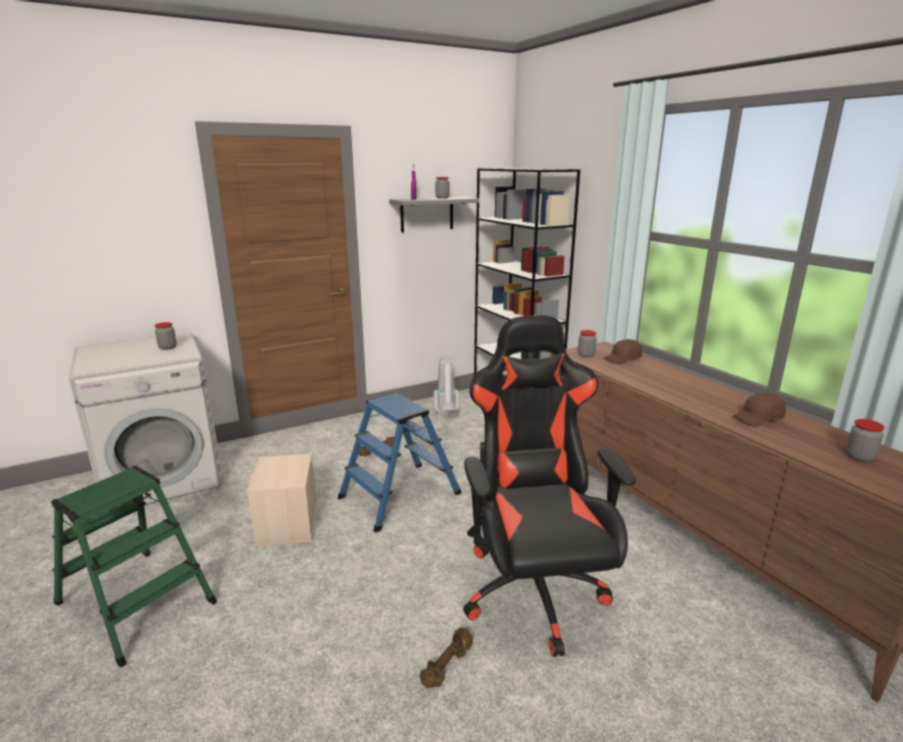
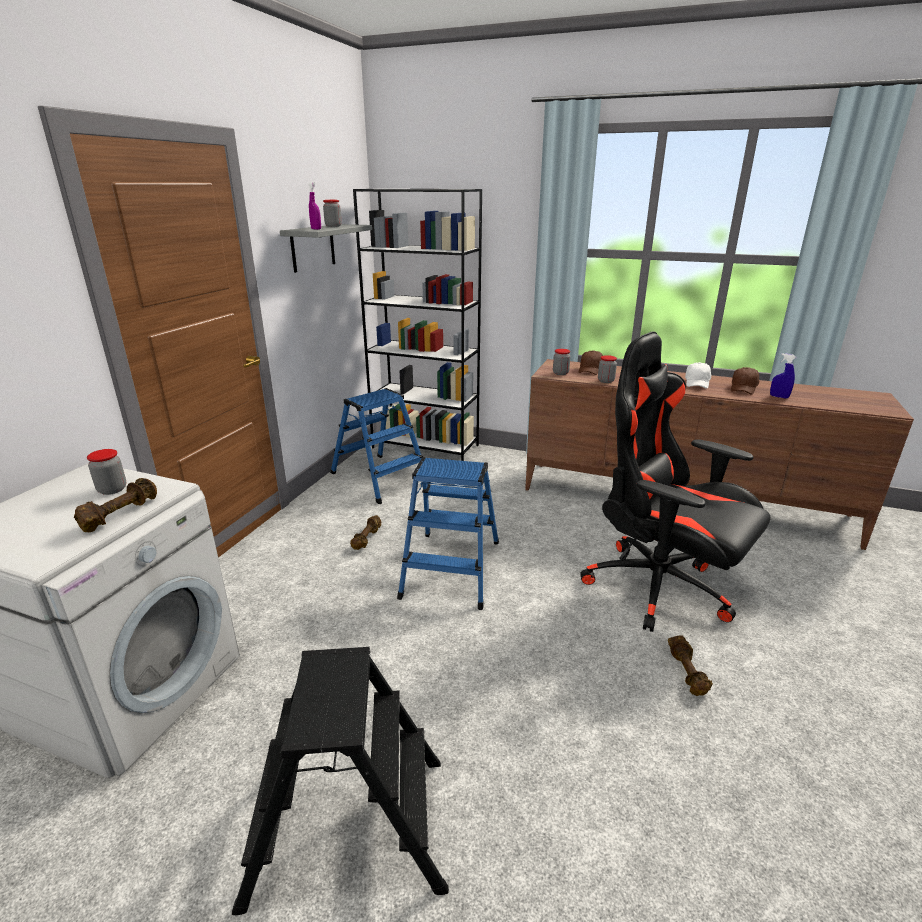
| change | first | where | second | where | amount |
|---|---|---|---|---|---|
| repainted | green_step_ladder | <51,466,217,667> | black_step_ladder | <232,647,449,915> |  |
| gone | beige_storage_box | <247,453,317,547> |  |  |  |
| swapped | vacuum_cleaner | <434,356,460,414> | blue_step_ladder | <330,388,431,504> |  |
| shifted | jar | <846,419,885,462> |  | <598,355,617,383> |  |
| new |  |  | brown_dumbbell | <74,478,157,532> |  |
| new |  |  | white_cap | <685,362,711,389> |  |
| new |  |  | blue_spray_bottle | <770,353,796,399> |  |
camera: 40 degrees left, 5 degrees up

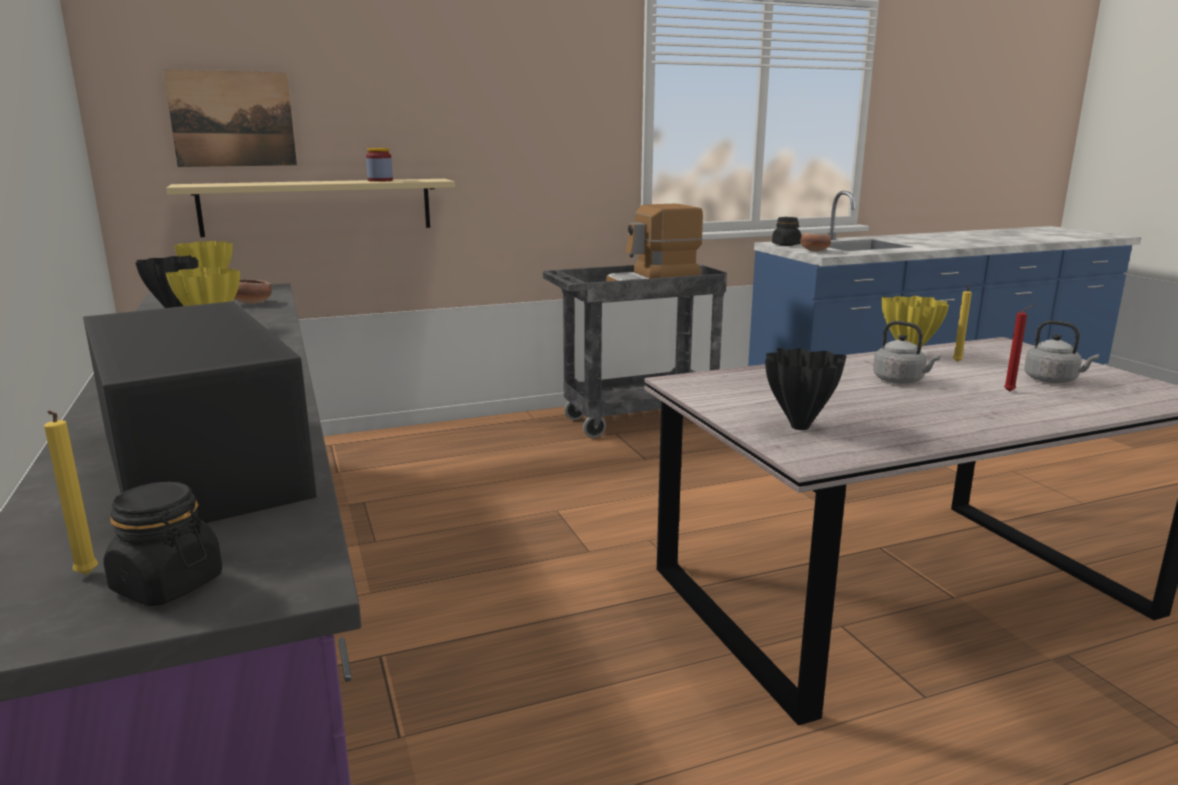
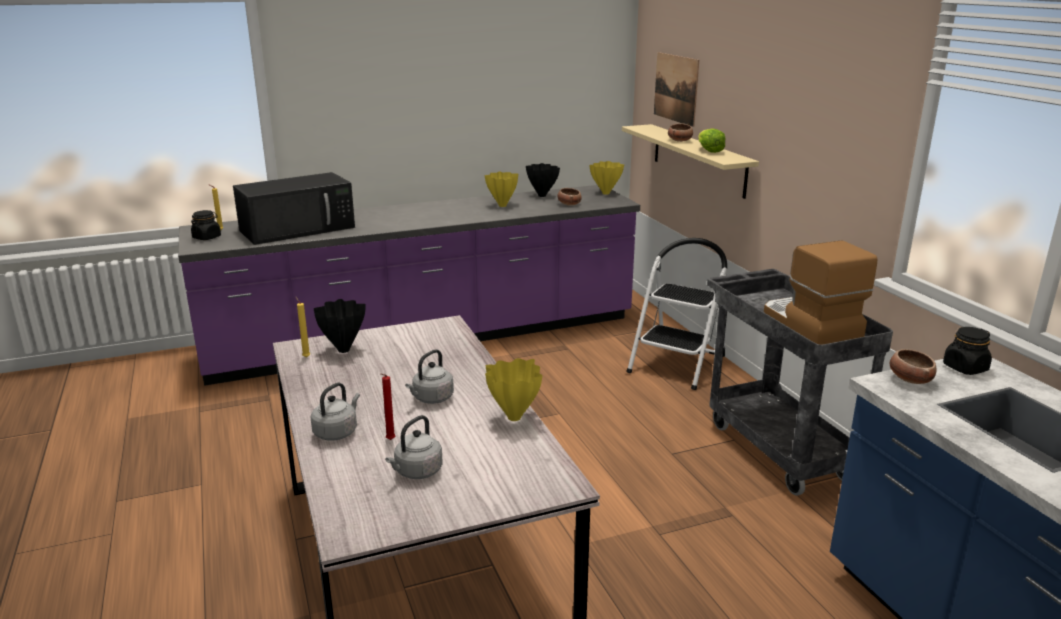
| change | first | where | second | where | amount |
|---|---|---|---|---|---|
| swapped | jar | <366,148,393,182> | lettuce | <698,128,725,153> |  |
| shifted | yellow_candle | <953,285,972,362> |  | <295,296,310,358> |  |
| new |  |  | grey_kettle | <311,382,360,441> |  |
| new |  |  | step_ladder | <626,238,727,390> |  |
| new |  |  | bowl | <668,123,693,142> |  |
camera: 90 degrees right, 5 degrees up

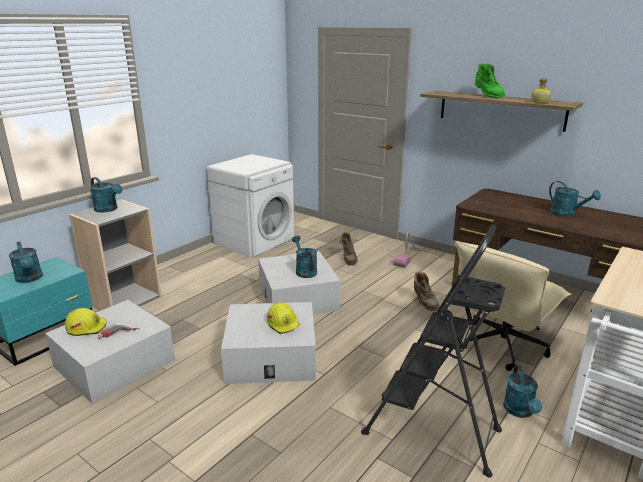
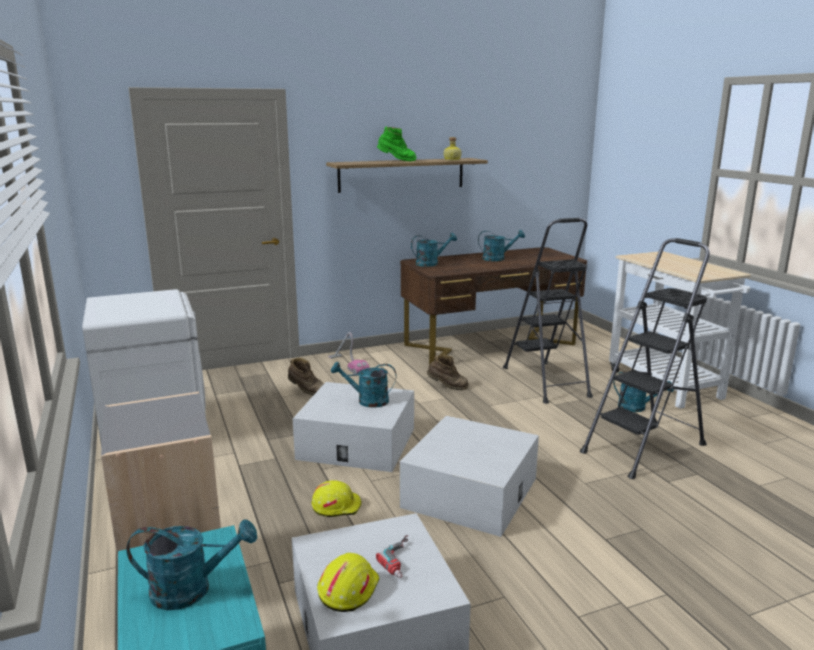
| change | first | where | second | where | amount |
|---|---|---|---|---|---|
| shifted | turquoise_watering_can | <90,177,123,212> |  | <411,233,457,267> |  |
| shifted | yellow_hard_hat | <267,302,300,334> |  | <312,480,362,517> |  |
| swapped | beige_office_chair | <454,241,572,371> | step_ladder | <503,218,593,404> |  |
camera: 60 degrees left, 5 degrees down

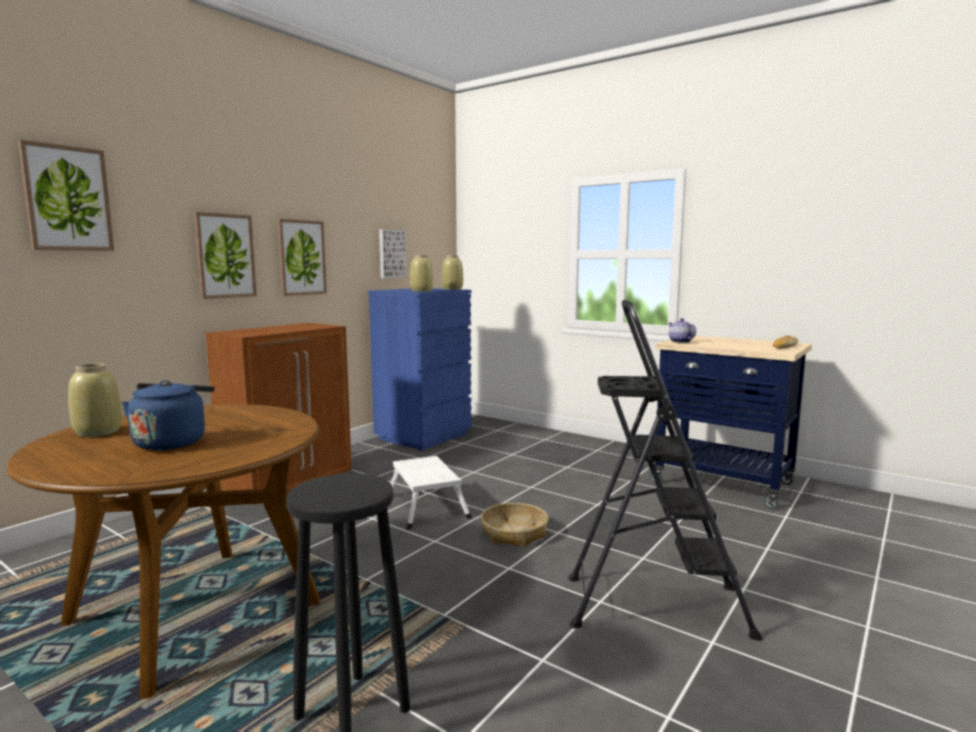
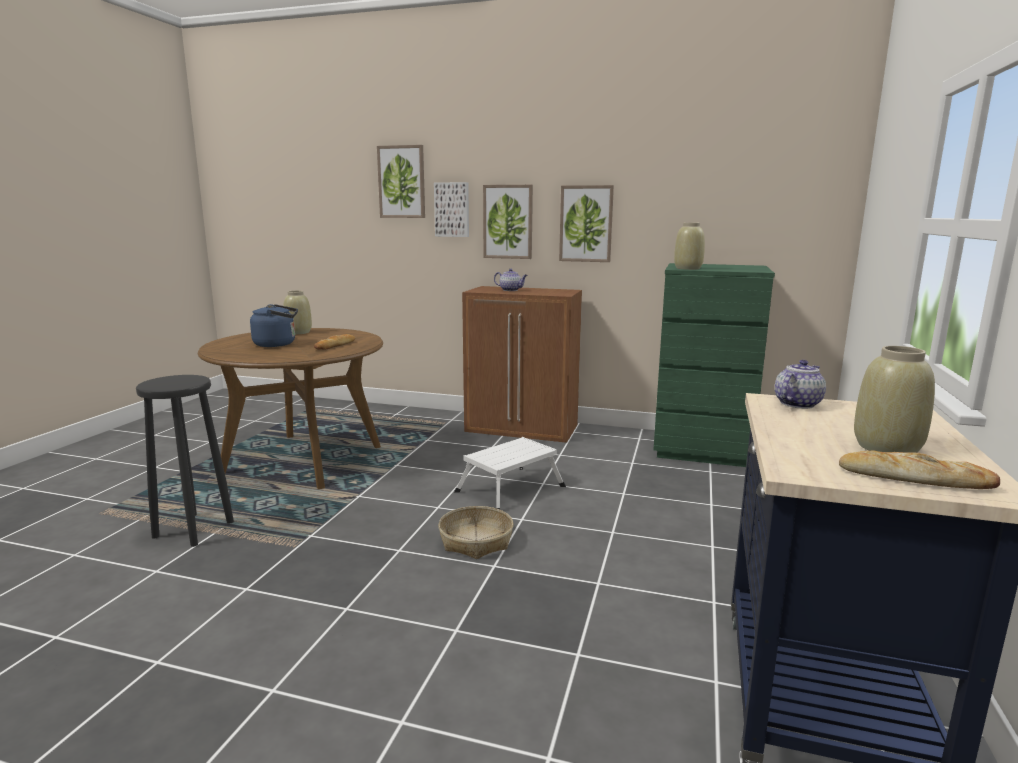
| change | first | where | second | where | amount |
|---|---|---|---|---|---|
| repainted | blue_dresser | <368,288,472,450> | green_dresser | <653,263,775,467> |  |
| shifted | picture | <379,229,406,278> |  | <434,182,469,237> |  |
| shifted | beige_vase | <442,255,463,290> |  | <854,346,935,453> |  |
| gone | step_ladder | <568,299,763,641> |  |  |  |
| new |  |  | bread | <314,334,355,350> |  |
| new |  |  | teapot | <494,269,528,291> |  |
camera: 70 degrees right, 5 degrees up

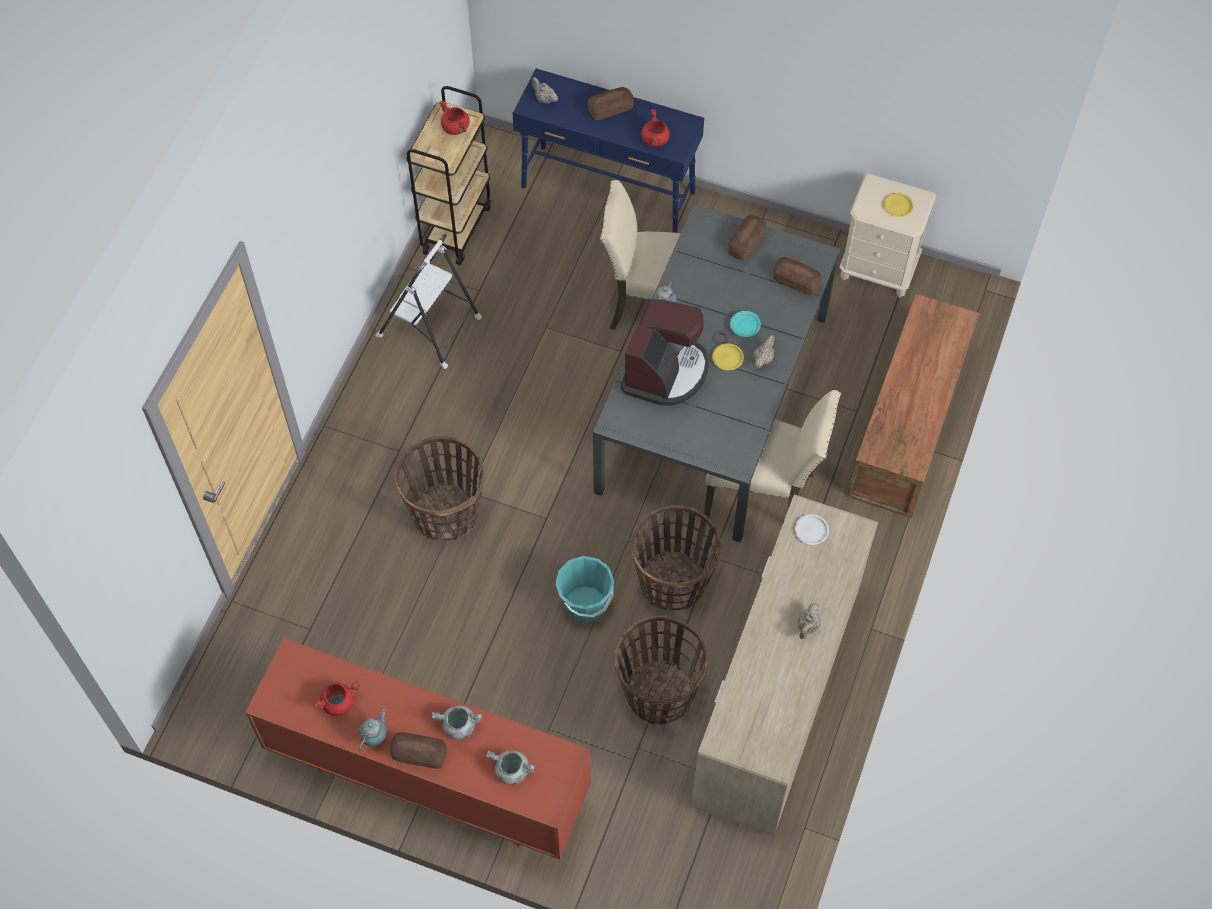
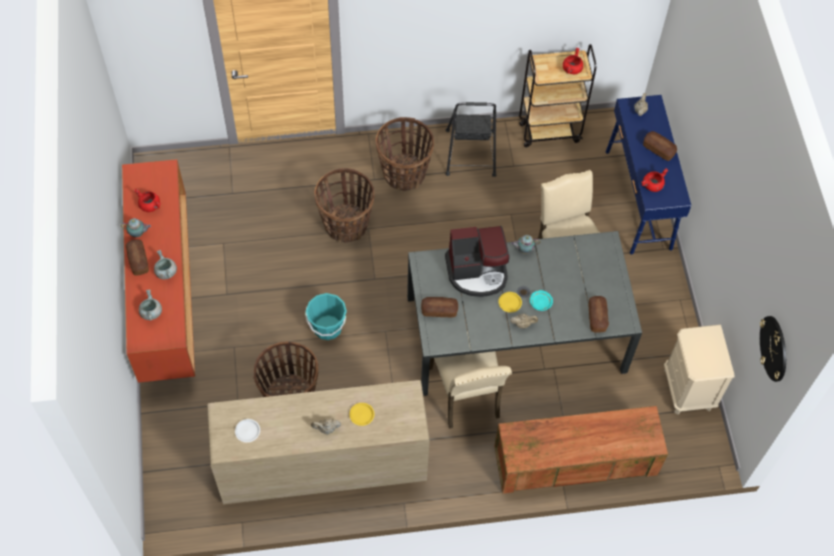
| change | first | where | second | where | amount |
|---|---|---|---|---|---|
| repainted | white_step_ladder | <376,234,482,369> | black_step_ladder | <445,102,497,177> |  |
| shifted | basket | <631,505,722,611> |  | <376,117,434,191> |  |
| shifted | bread | <728,215,766,261> |  | <421,297,458,318> |  |
| shifted | white_plate | <795,514,829,545> |  | <235,419,260,442> |  |
| shifted | yellow_plate | <883,193,914,217> |  | <349,403,374,426> |  |
| new |  |  | wall_clock | <760,316,786,382> |  |
camera: 60 degrees right, 0 degrees up

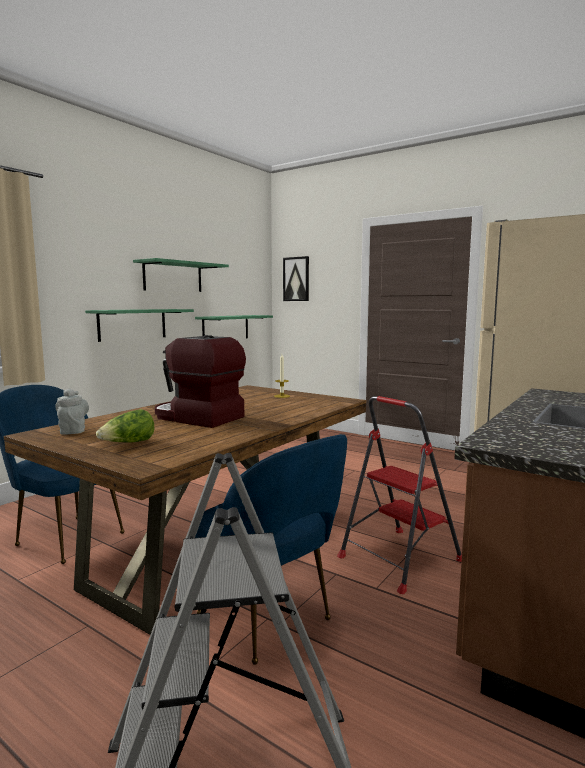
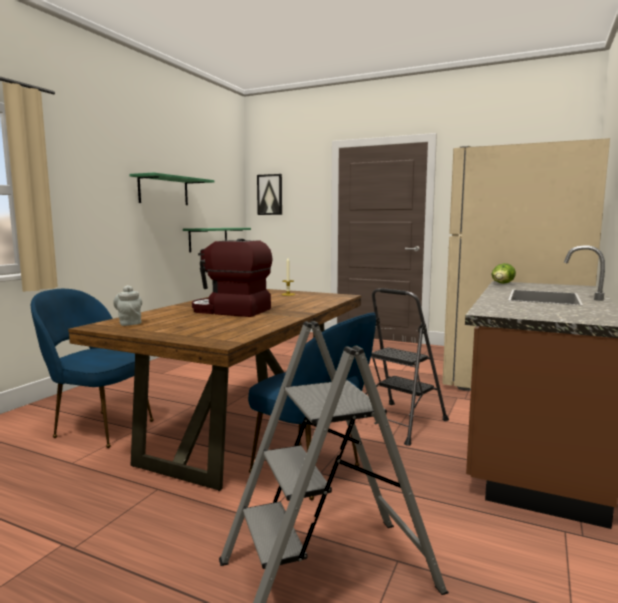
| change | first | where | second | where | amount |
|---|---|---|---|---|---|
| gone | green_shelf | <85,309,194,342> |  |  |  |
| shifted | lettuce | <96,409,154,443> |  | <491,263,516,284> |  |
| repainted | red_step_ladder | <337,396,462,594> | black_step_ladder | <365,288,449,446> |  |
camera: 10 degrees left, 0 degrees up

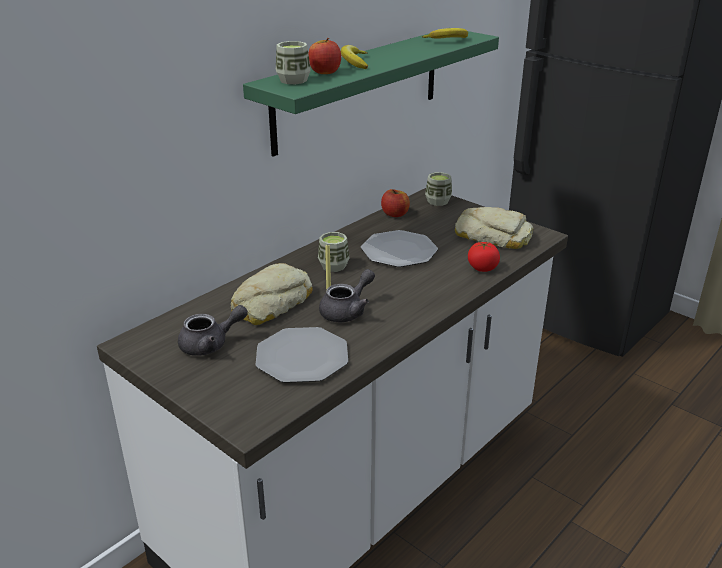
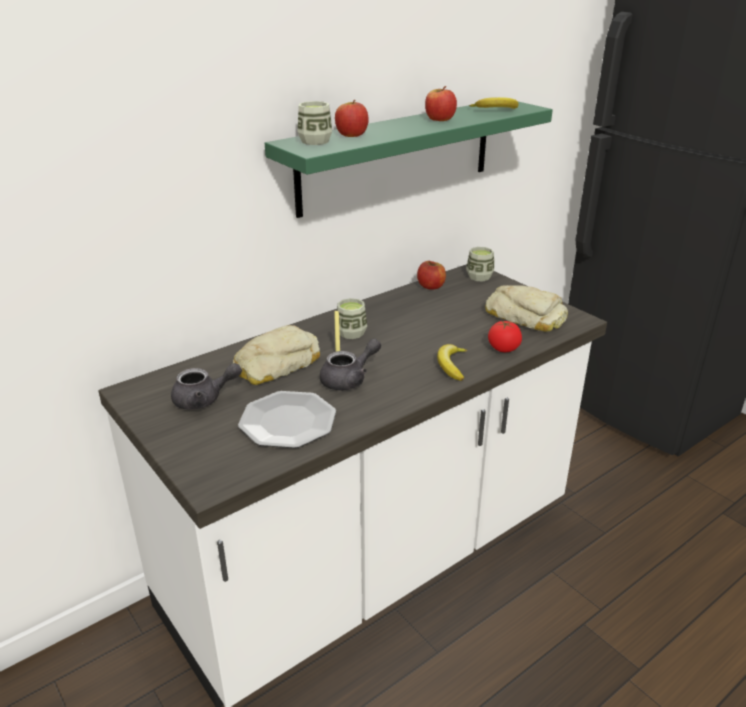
| change | first | where | second | where | amount |
|---|---|---|---|---|---|
| shifted | banana | <341,45,368,69> |  | <437,344,467,381> |  |
| gone | plate | <361,230,438,267> |  |  |  |
| new |  |  | apple | <425,86,457,121> |  |
camera: 10 degrees right, 0 degrees up

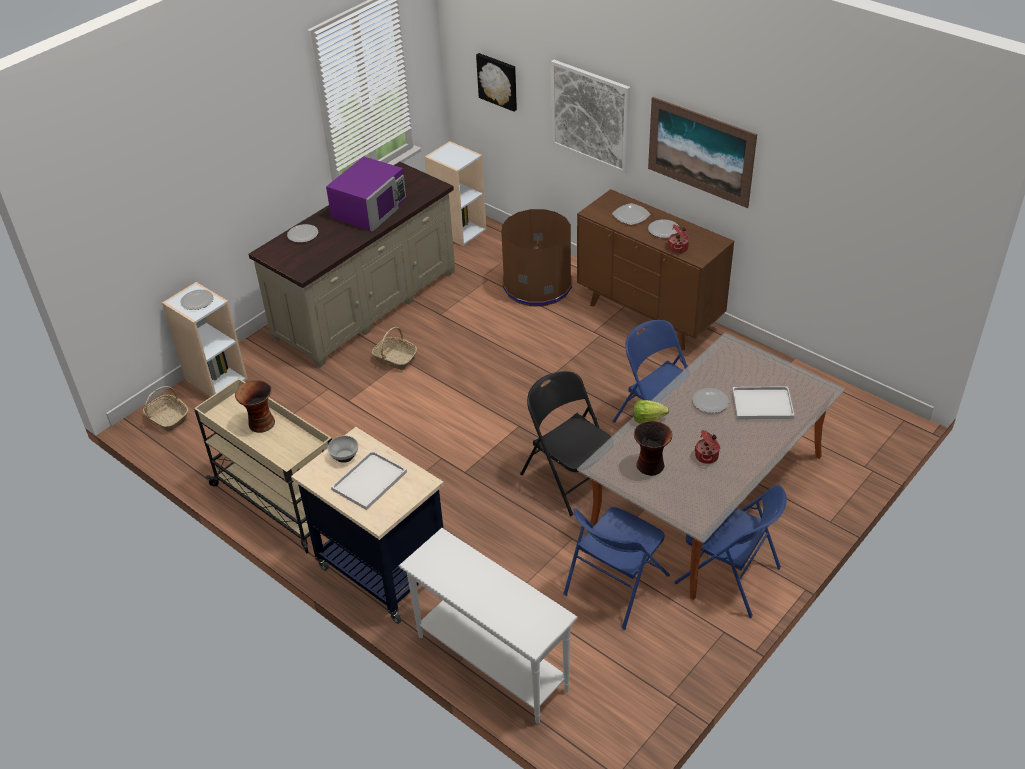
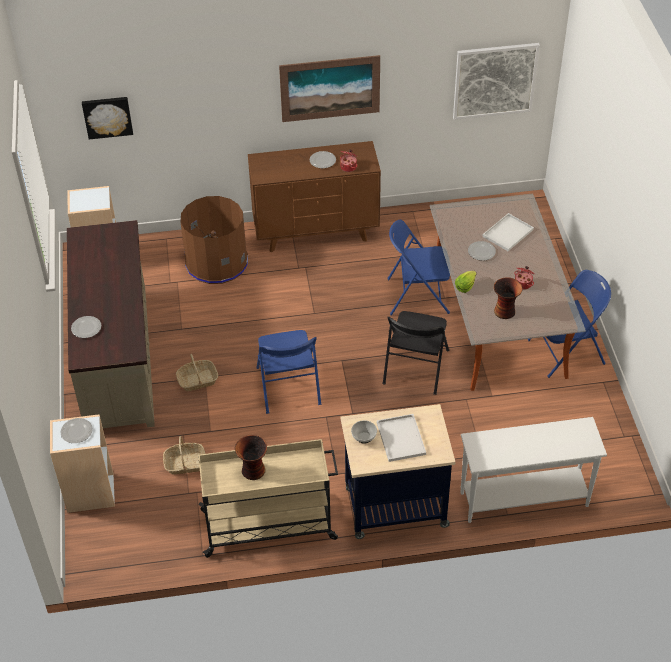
| change | first | where | second | where | amount |
|---|---|---|---|---|---|
| shifted | basket | <143,386,189,432> |  | <163,436,205,474> |  |
| gone | purple_microwave | <326,156,406,232> |  |  |  |
| rotated | black_chair | <520,371,611,517> |  | <382,311,449,395> | 75 degrees counterclockwise |
| shifted | picture | <551,60,630,174> |  | <453,43,540,120> |  |
| shifted | blue_chair | <563,507,670,630> |  | <256,330,322,414> |  |
| gone | plate | <612,203,651,225> |  |  |  |
camera: 50 degrees left, 5 degrees up

